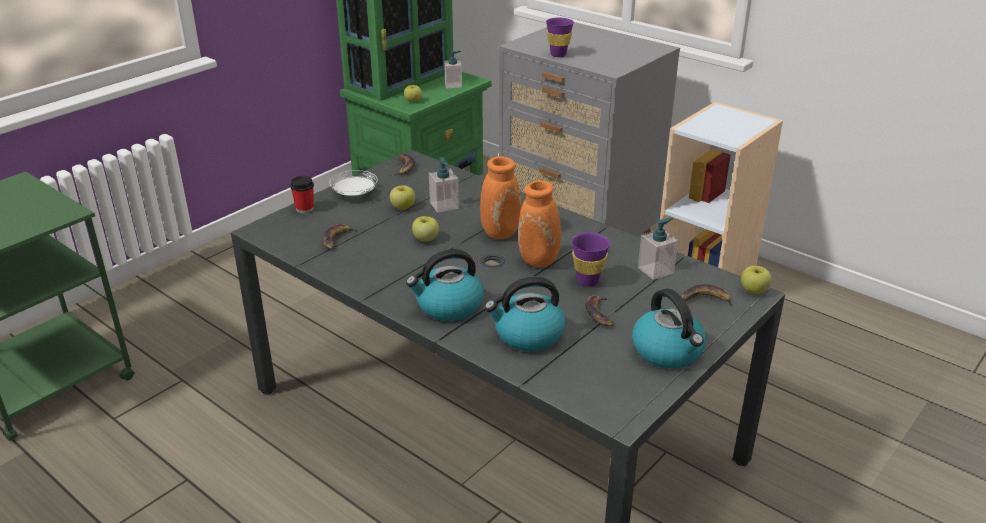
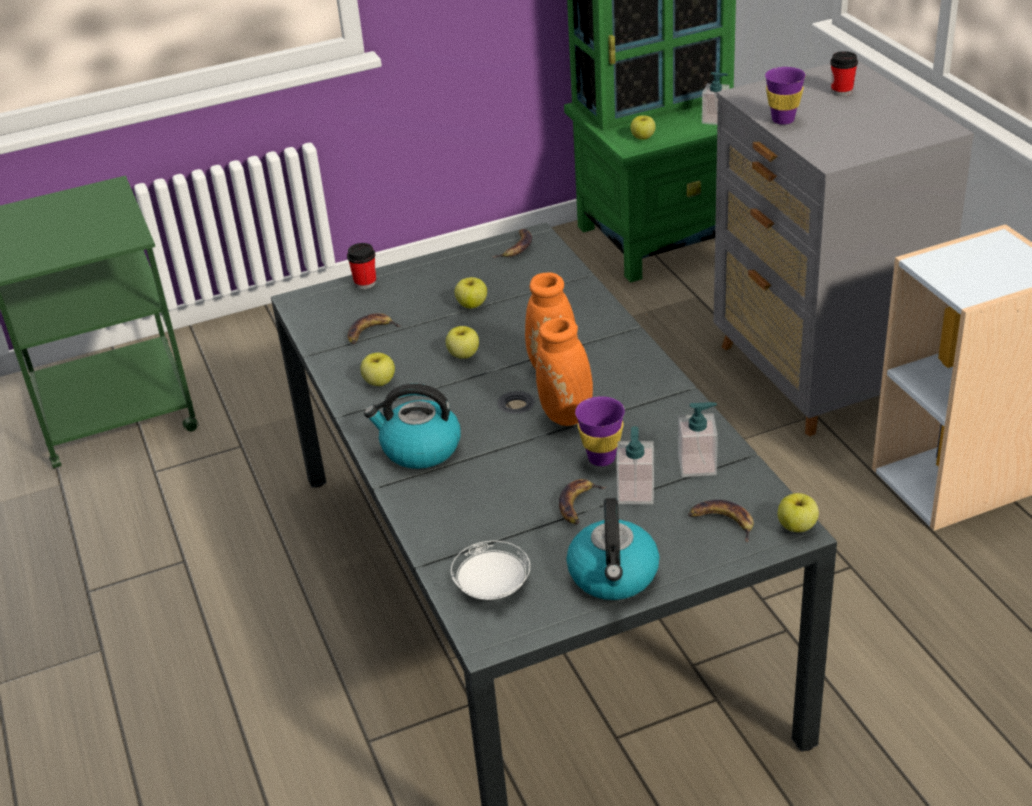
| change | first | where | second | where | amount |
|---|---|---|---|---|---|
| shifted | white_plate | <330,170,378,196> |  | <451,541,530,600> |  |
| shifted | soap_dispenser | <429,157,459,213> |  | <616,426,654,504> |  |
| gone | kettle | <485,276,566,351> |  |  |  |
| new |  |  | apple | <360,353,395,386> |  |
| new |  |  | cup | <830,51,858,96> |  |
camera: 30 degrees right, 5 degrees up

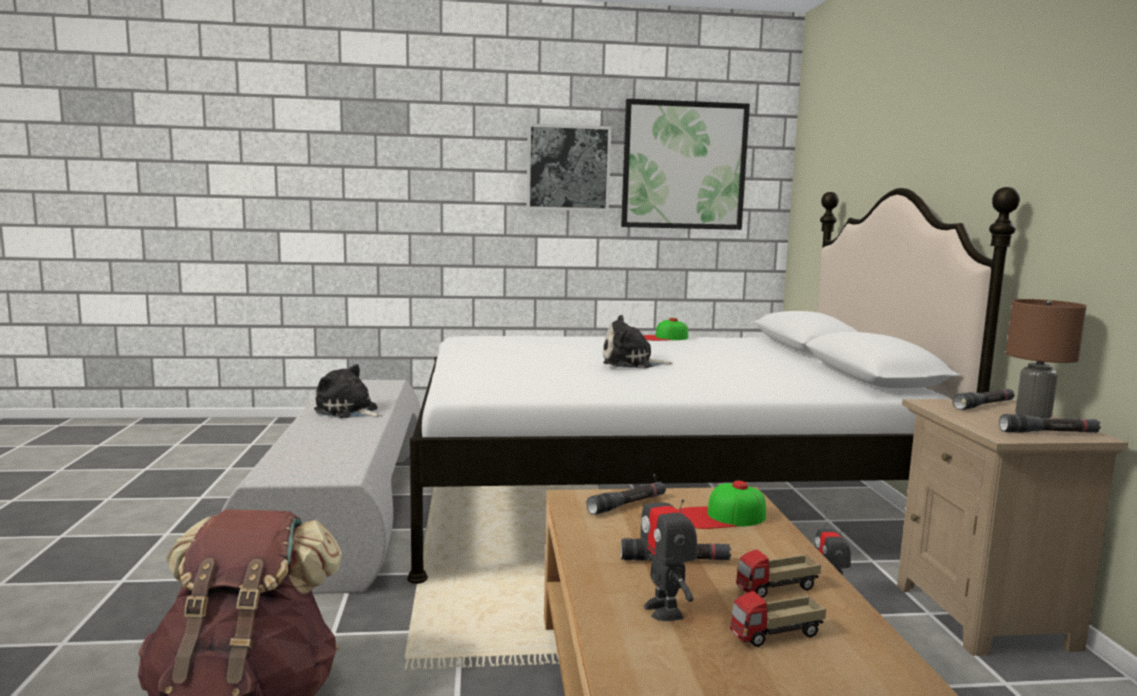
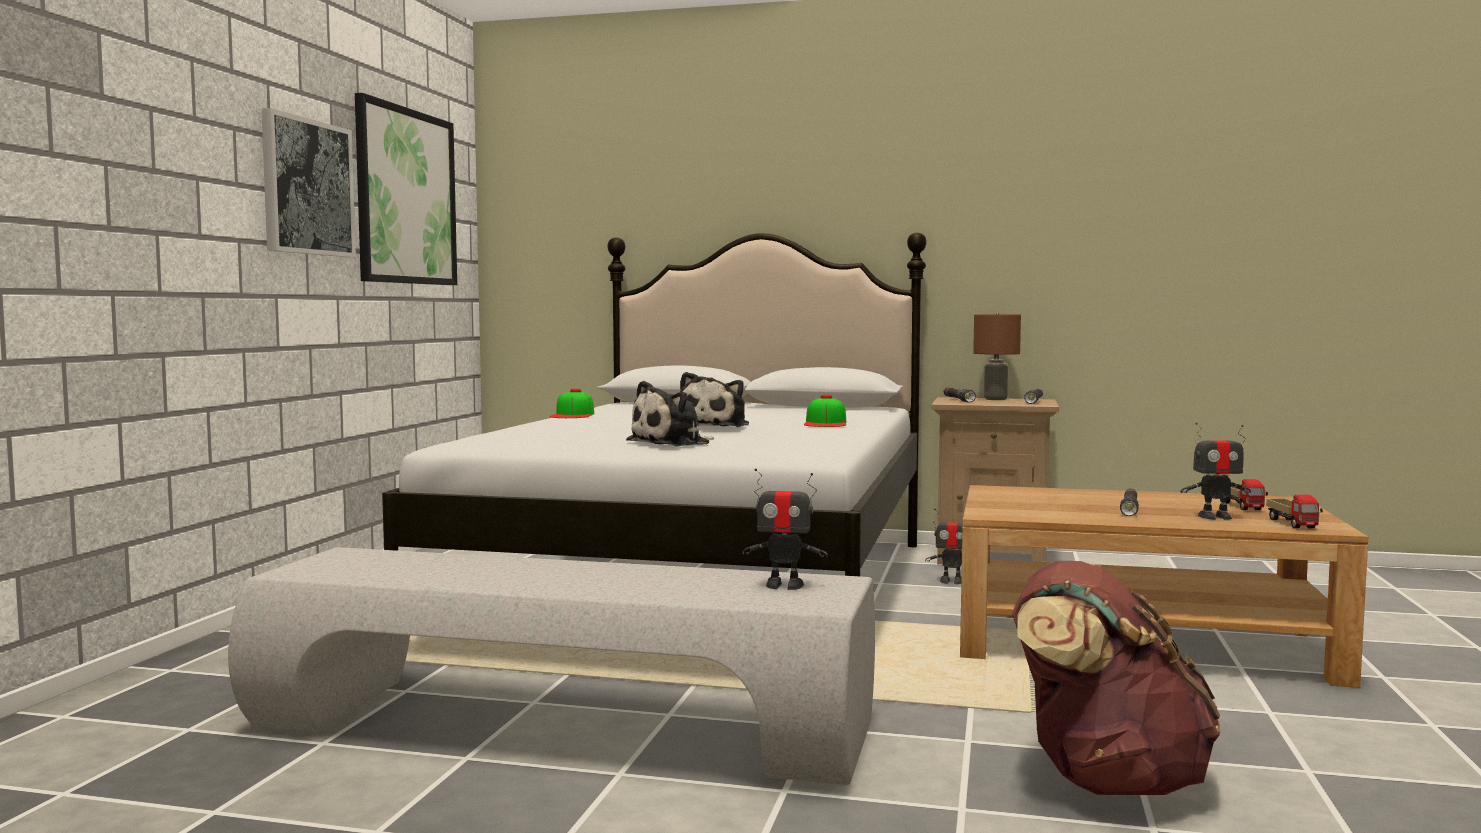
| change | first | where | second | where | amount |
|---|---|---|---|---|---|
| shifted | plush_toy | <314,364,383,418> |  | <626,381,714,447> |  |
| gone | black_flashlight | <586,482,666,515> |  |  |  |
| shifted | cap | <678,481,766,529> |  | <804,394,847,427> |  |
| shifted | toy_truck | <736,550,821,598> |  | <1267,495,1323,529> |  |
| new |  |  | toy_robot | <742,469,828,590> |  |
camera: 70 degrees left, 5 degrees down

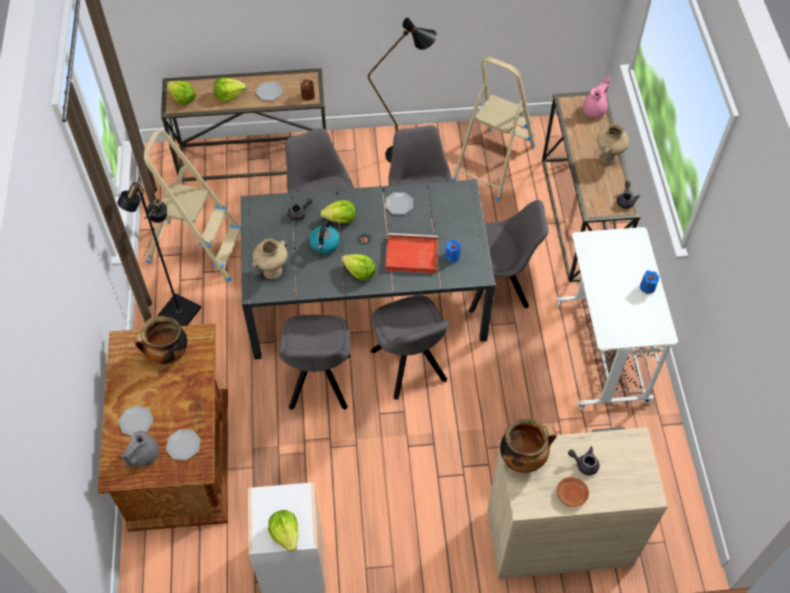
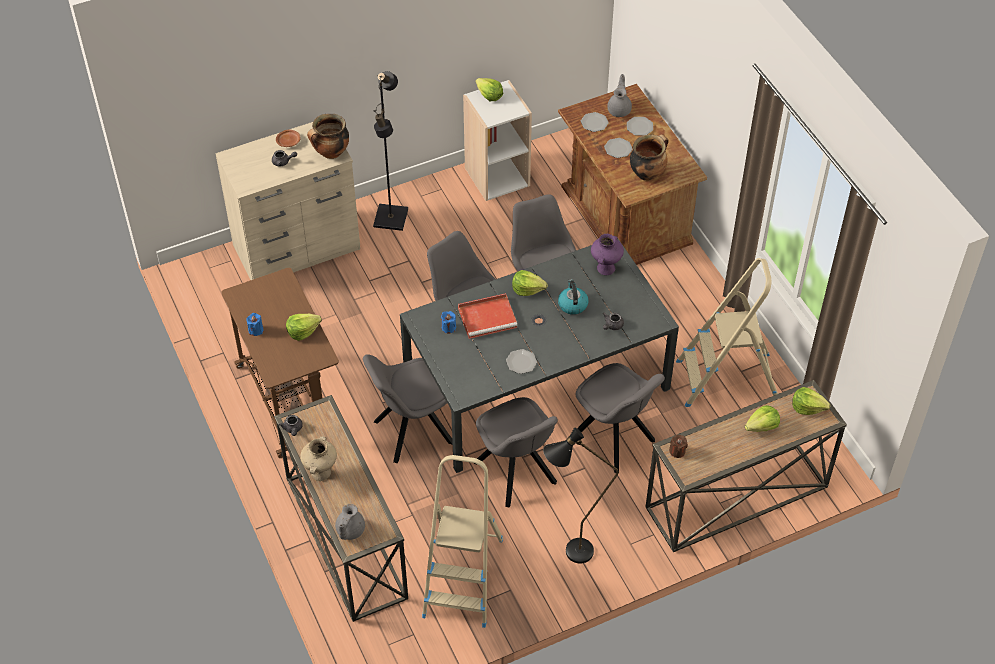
| change | first | where | second | where | amount |
|---|---|---|---|---|---|
| shifted | black_floor_lamp | <117,177,201,326> |  | <373,71,408,231> |  |
| repainted | beige_vase | <252,239,288,279> | purple_vase | <591,234,624,275> |  |
| shifted | plate | <256,81,283,101> |  | <604,138,632,158> |  |
| shifted | lettuce | <320,200,356,223> |  | <286,314,322,341> |  |
| repainted | white_desk | <557,227,678,409> | brown_desk | <222,268,339,458> |  |
| repainted | pink_teapot | <582,76,610,118> | grey_teapot | <335,504,365,540> |  |
camera: 160 degrees right, 5 degrees down

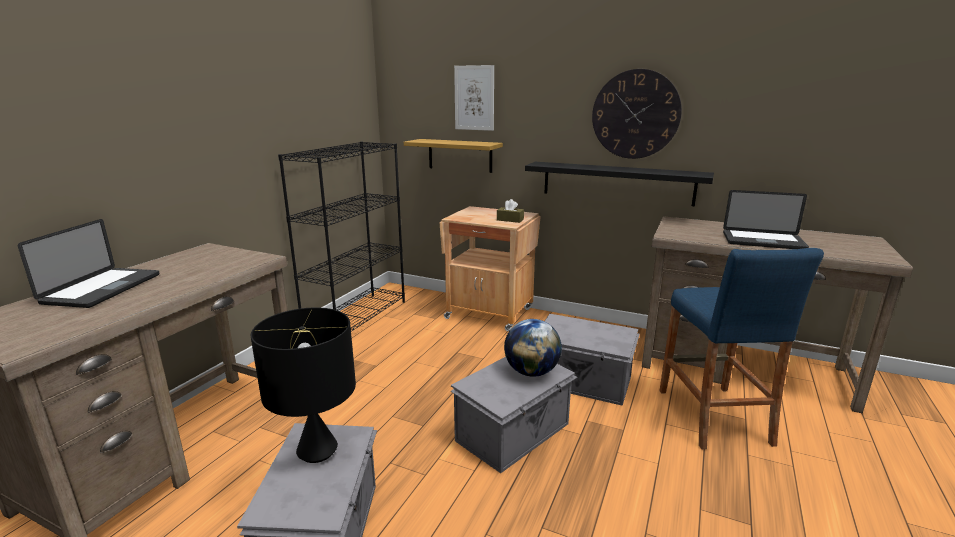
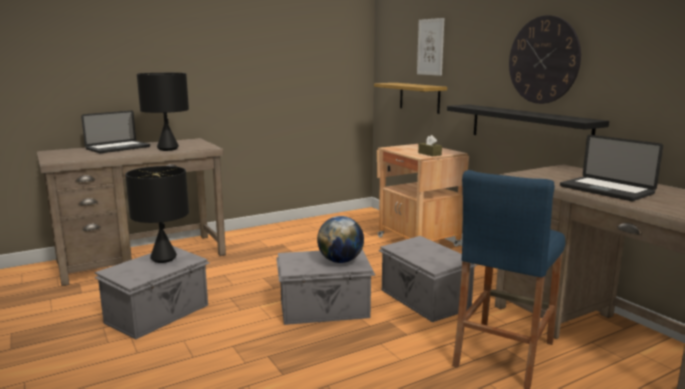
| change | first | where | second | where | amount |
|---|---|---|---|---|---|
| gone | black_bookcase | <278,142,405,332> |  |  |  |
| new |  |  | black_table_lamp | <137,73,189,151> |  |
camera: 35 degrees right, 5 degrees down

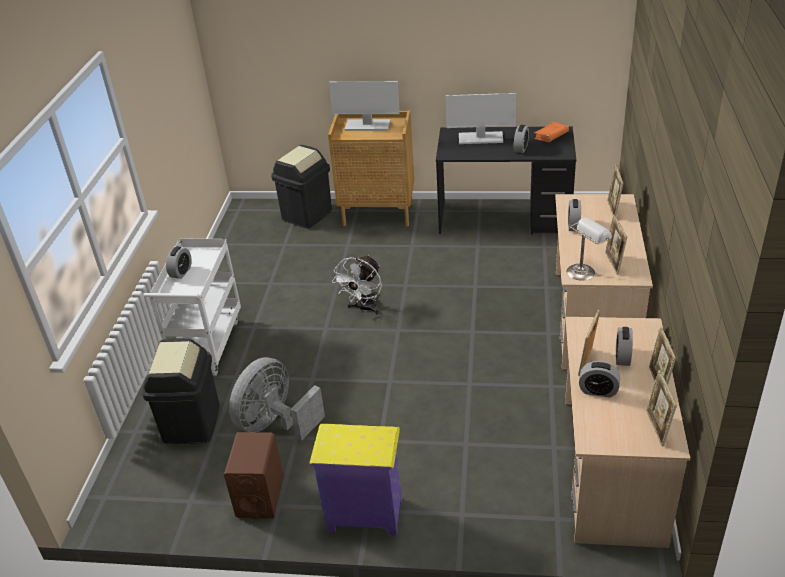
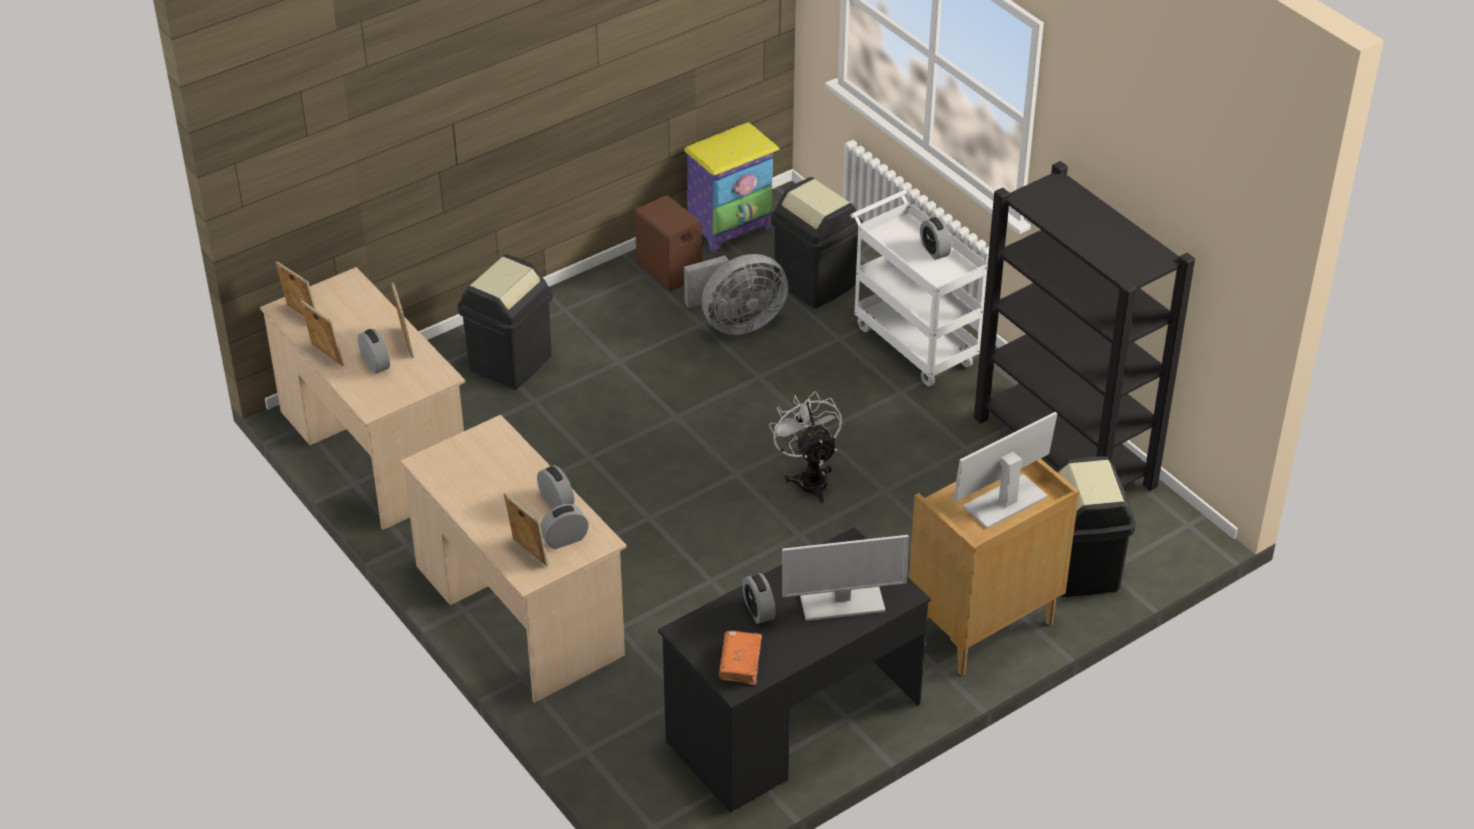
| change | first | where | second | where | amount |
|---|---|---|---|---|---|
| rotated | grey_fan | <229,357,325,441> |  | <684,254,788,335> | 75 degrees clockwise |
| shifted | nightstand | <309,424,402,536> |  | <684,122,780,253> |  |
| rotated | monitor | <445,93,516,144> |  | <782,535,909,621> | 150 degrees counterclockwise |
| gone | white_table_lamp | <567,217,612,280> |  |  |  |
| shifted | alarm_clock | <579,361,620,398> |  | <540,504,589,549> |  |
| gone | picture_frame | <605,215,627,275> |  |  |  |
| new |  |  | black_trash_can | <458,254,553,390> |  |
| new |  |  | black_bookcase | <974,161,1195,491> |  |
camera: 135 degrees right, 5 degrees up

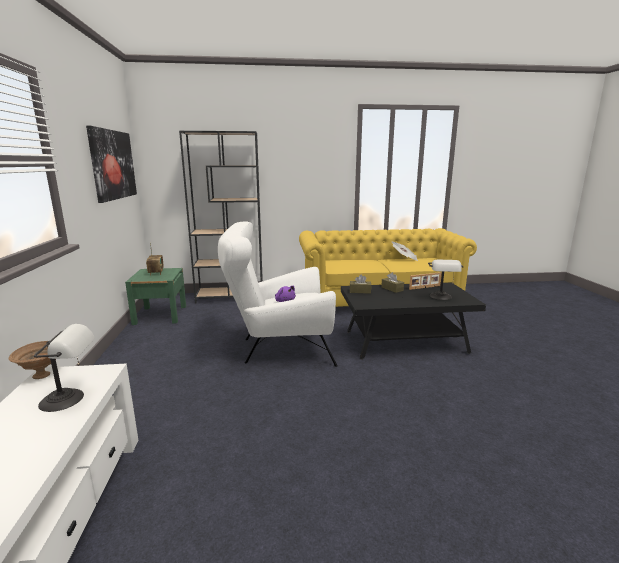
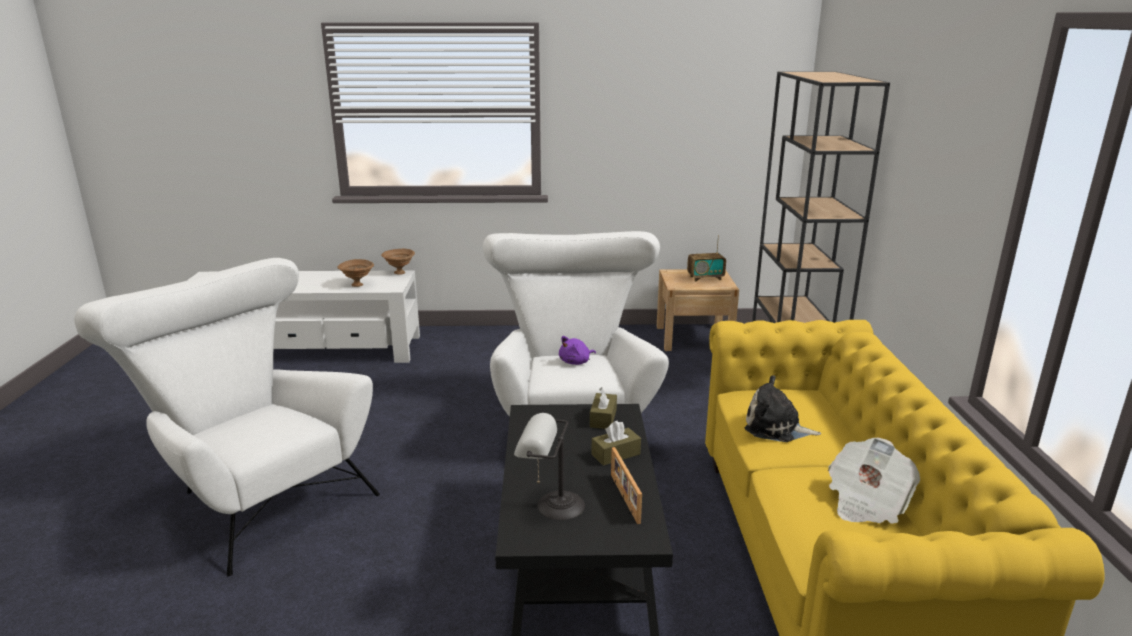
| change | first | where | second | where | amount |
|---|---|---|---|---|---|
| swapped | table_lamp | <34,324,95,412> | brown_bowl | <337,259,374,287> |  |
| gone | picture | <86,126,137,203> |  |  |  |
| repainted | green_nightstand | <125,268,186,325> | beige_nightstand | <657,269,739,351> |  |
| new |  |  | white_armchair | <74,258,380,576> |  |
| new |  |  | plush_toy | <745,375,821,442> |  |
camera: 95 degrees right, 5 degrees up

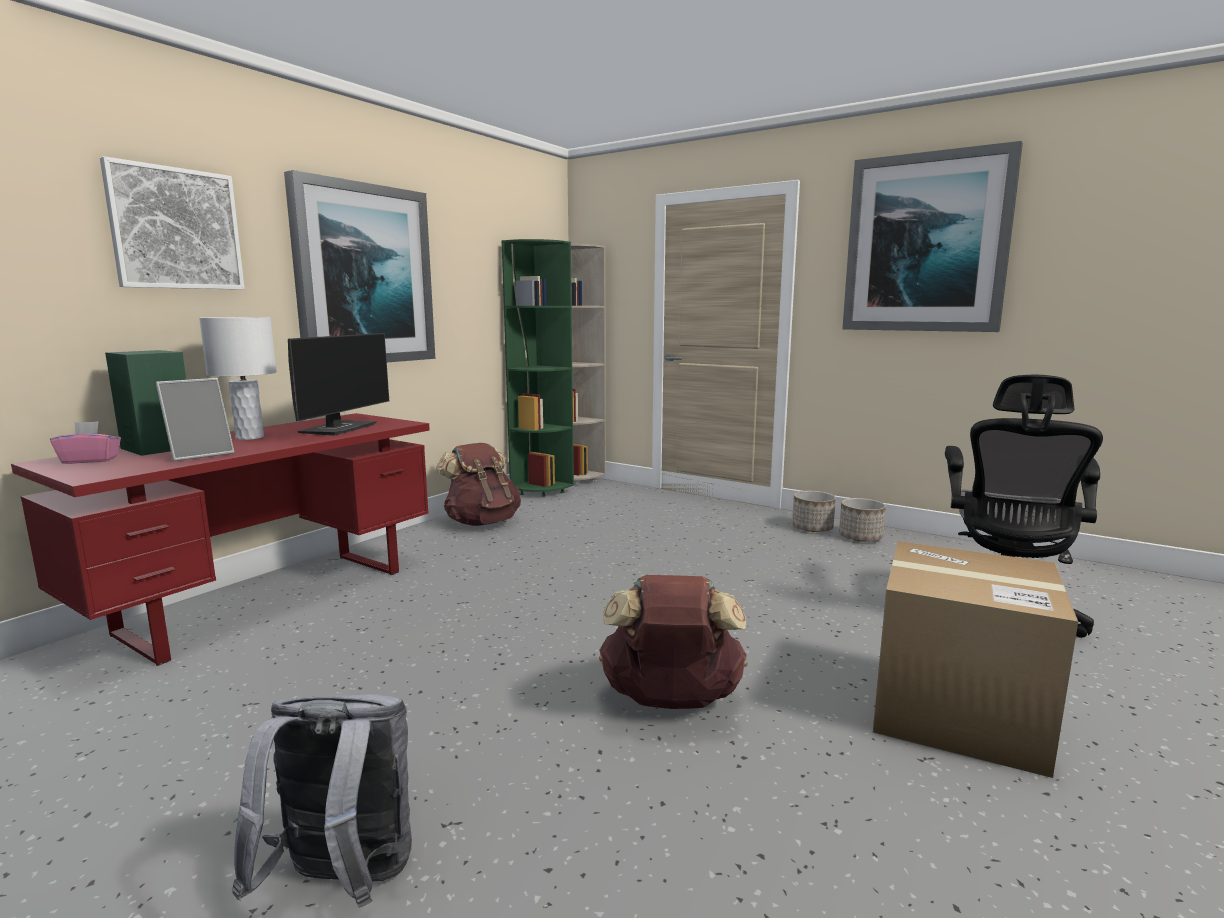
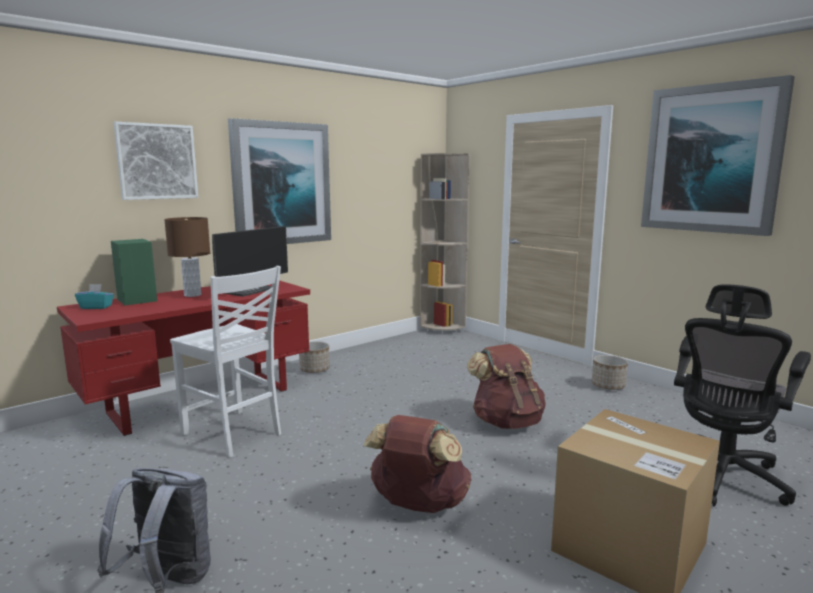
| change | first | where | second | where | amount |
|---|---|---|---|---|---|
| repainted | pink_tissue_box | <50,421,121,464> | turquoise_tissue_box | <75,284,114,309> |  |
| gone | picture_frame | <156,378,234,461> |  |  |  |
| repainted | white_table_lamp | <199,317,277,440> | brown_table_lamp | <164,217,210,297> |  |
| shifted | brown_backpack | <436,443,521,526> |  | <467,344,546,429> |  |
| gone | green_bookcase | <501,239,574,497> |  |  |  |
| shifted | planter | <839,498,886,542> |  | <299,341,330,373> |  |
| new |  |  | white_chair | <170,266,281,457> |  |
camera: 15 degrees right, 0 degrees up

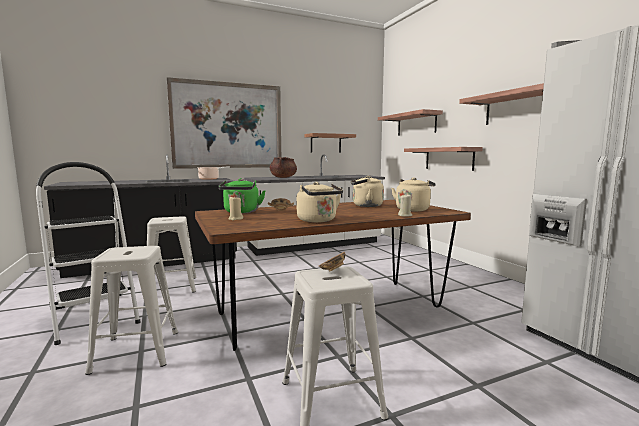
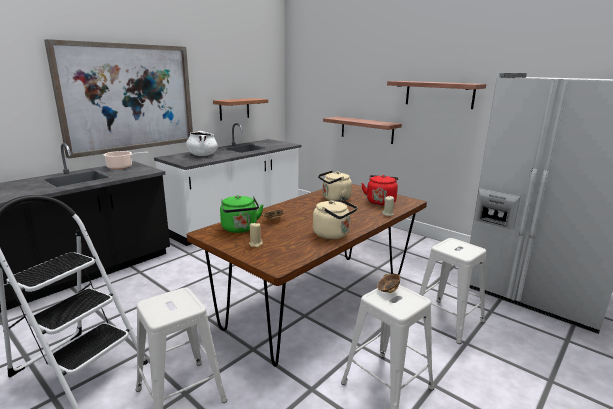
| change | first | where | second | where | amount |
|---|---|---|---|---|---|
| shifted | white_stool | <147,216,197,293> |  | <419,238,486,344> |  |
| repainted | brown_cooking_pot | <270,157,297,178> | white_cooking_pot | <186,131,218,156> |  |
| gone | shelf | <378,109,443,136> |  |  |  |
| repainted | beige_kettle | <391,178,436,211> | red_kettle | <361,175,398,206> |  |
camera: 25 degrees left, 10 degrees up

